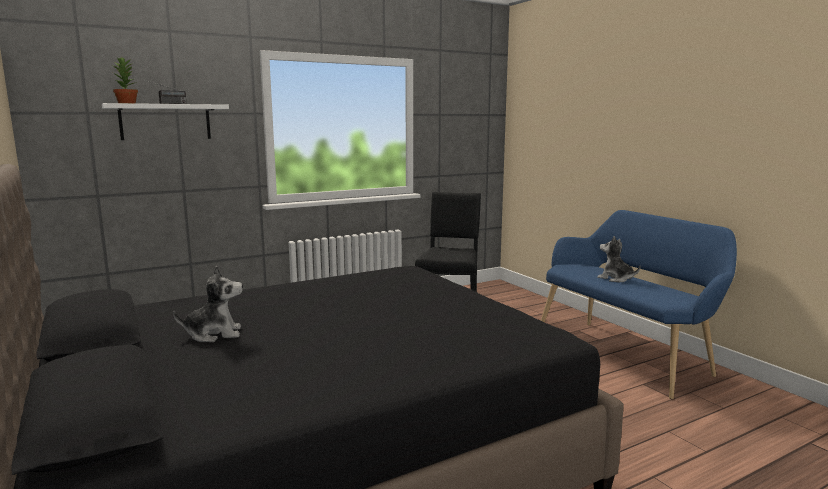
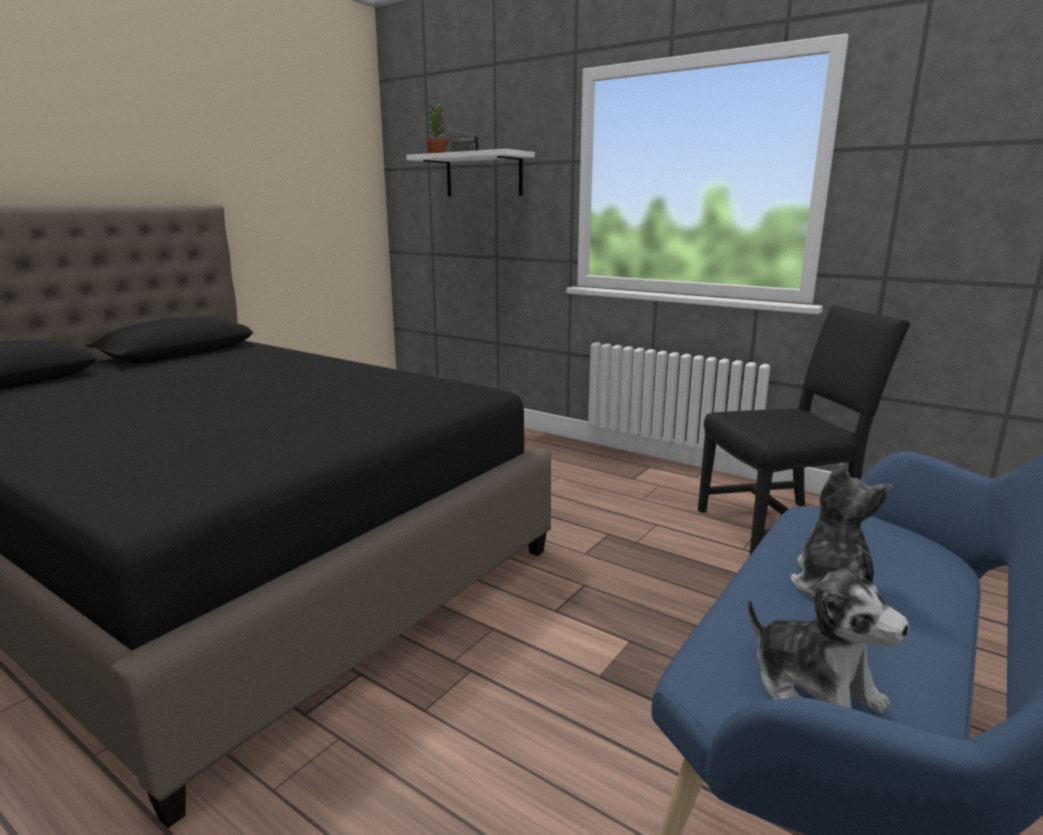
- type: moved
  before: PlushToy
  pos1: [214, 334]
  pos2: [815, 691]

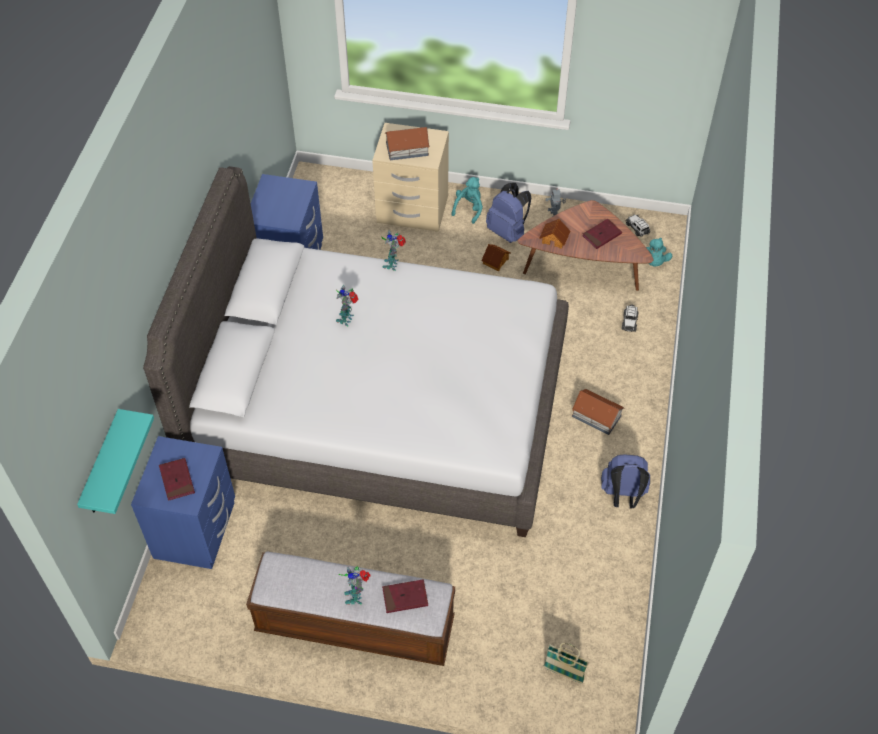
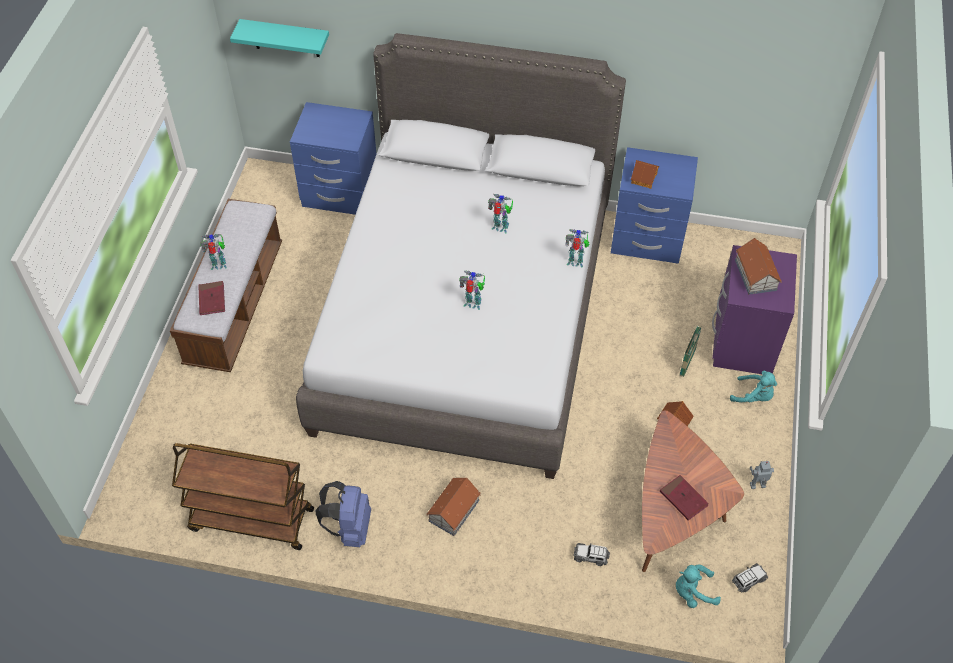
- type: removed
  before: RedBook
  pos1: [177, 480]
- type: recoloured
  before: BeigeNightstand
  after: PurpleNightstand
  pos1: [412, 210]
  pos2: [742, 342]
- type: removed
  before: BlueBackpack
  pos1: [508, 231]
- type: moved
  before: ToyHouse
  pos1: [554, 239]
  pos2: [644, 178]
- type: moved
  before: Basket
  pos1: [563, 673]
  pos2: [687, 363]
- type: added
  after: BrownCart
  pos2: [250, 520]
- type: added
  after: ToyRobot
  pos2: [473, 304]

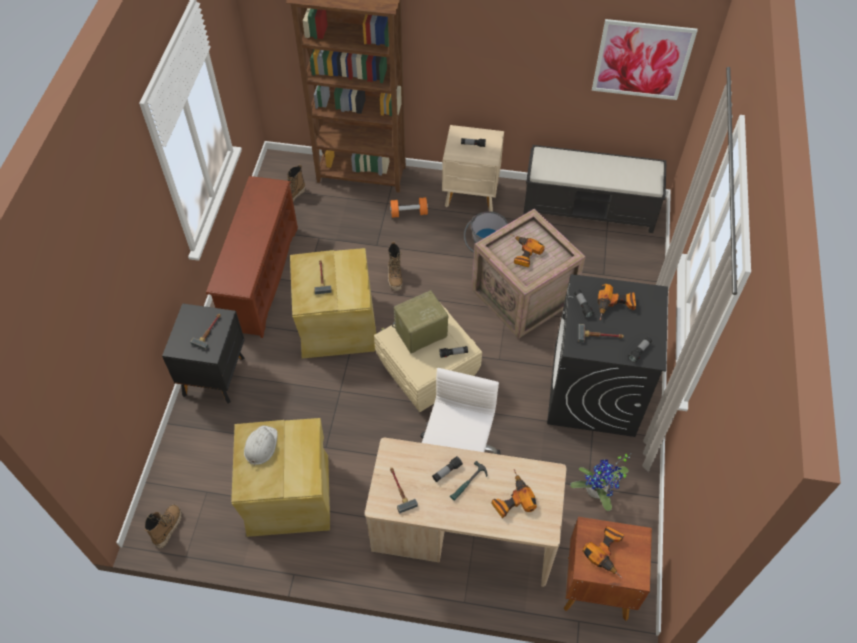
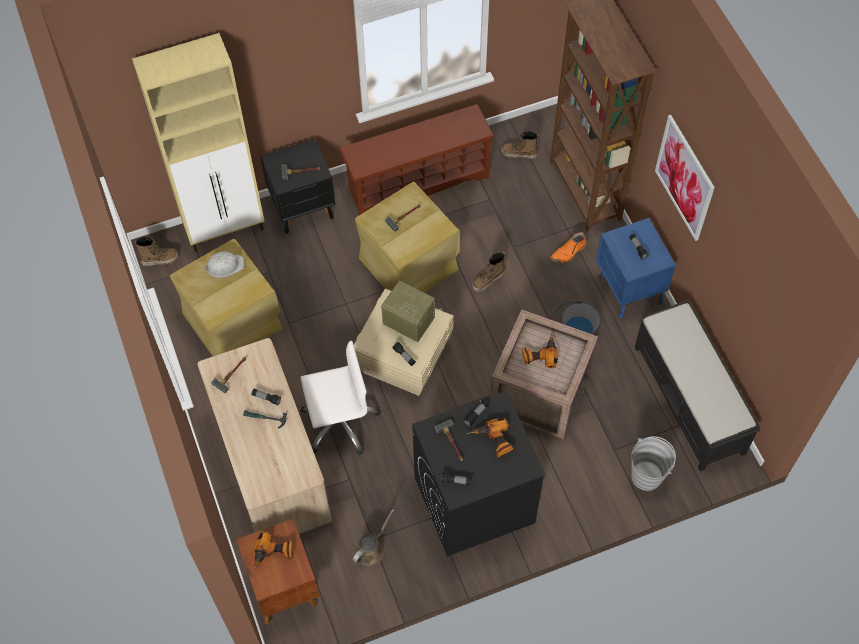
- type: replaced
  before: OrangeDumbbell
  after: OrangeBoot
  pos1: [409, 213]
  pos2: [568, 252]
- type: recoloured
  before: BeigeNightstand
  after: BlueNightstand
  pos1: [472, 194]
  pos2: [629, 291]
- type: removed
  before: PowerDrill
  pos1: [511, 499]
- type: replaced
  before: PottedPlant
  after: BrownWateringCan
  pos1: [597, 493]
  pos2: [371, 549]
- type: moved
  before: Picture
  pos1: [642, 60]
  pos2: [684, 178]
- type: added
  after: BeigeCabinet
  pos2: [226, 229]
- type: added
  after: GreyBucket
  pos2: [647, 476]

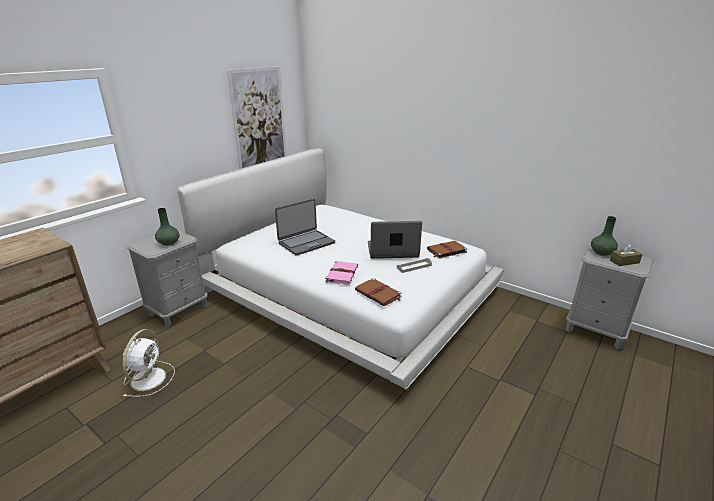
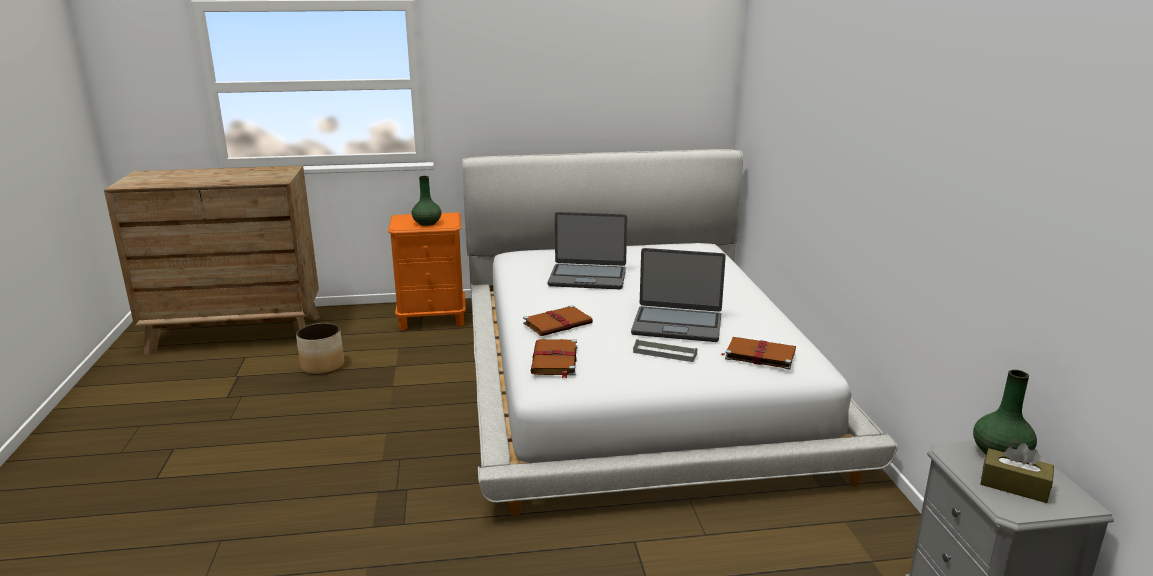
- type: replaced
  before: WhiteFan
  after: Planter
  pos1: [149, 378]
  pos2: [322, 366]
- type: recoloured
  before: GreyNightstand
  after: OrangeNightstand
  pos1: [179, 309]
  pos2: [432, 318]
- type: removed
  before: Picture
  pos1: [259, 118]
- type: recoloured
  before: PinkBook
  after: BrownBook
  pos1: [342, 274]
  pos2: [558, 323]
- type: turned
  before: Laptop
  pos1: [392, 251]
  pos2: [677, 325]
  turn: 150

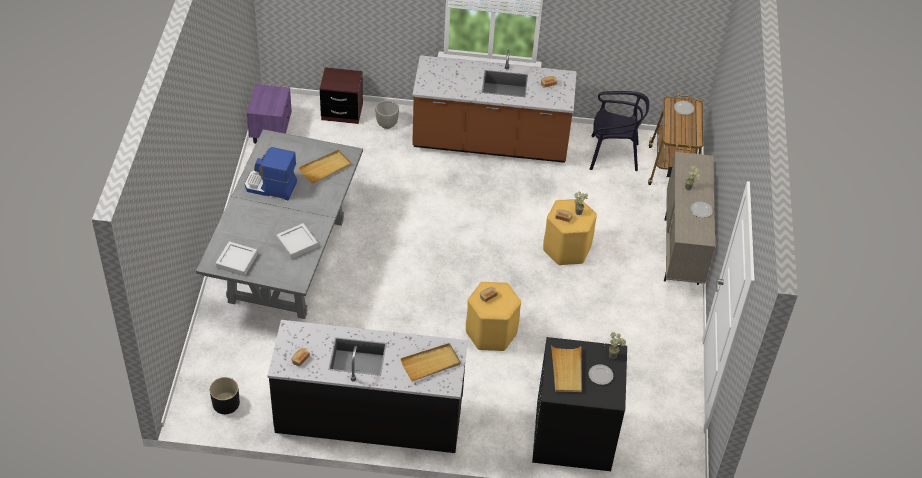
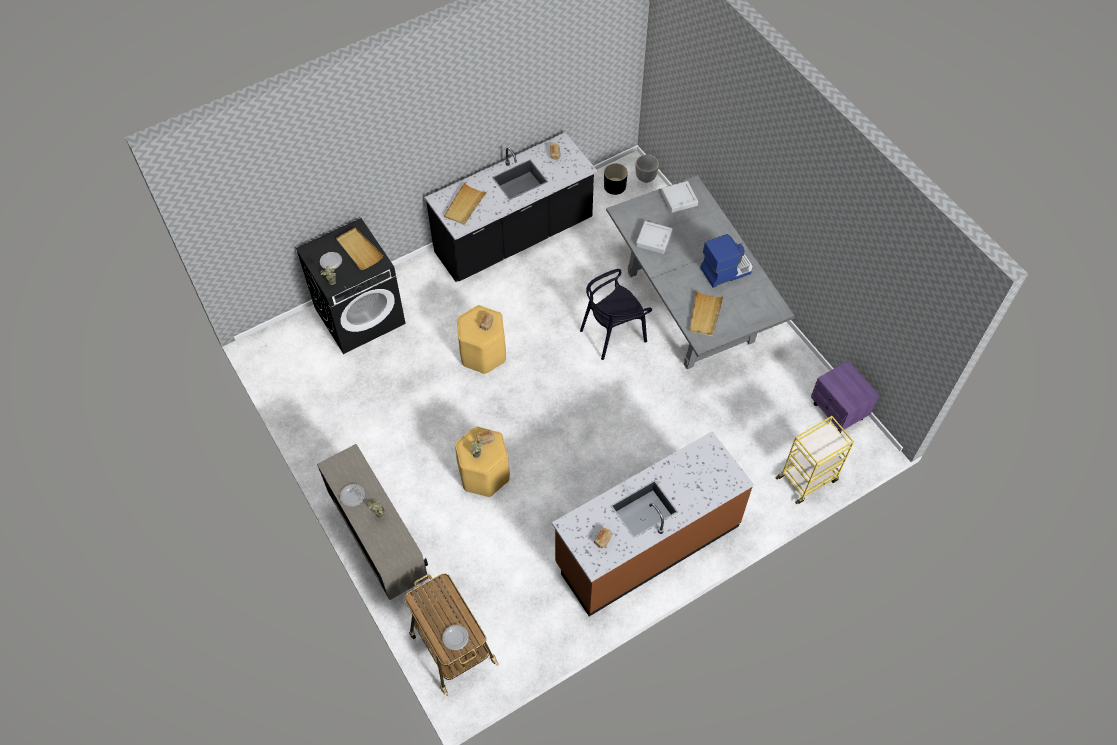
- type: replaced
  before: BrownNightstand
  after: YellowCart
  pos1: [342, 112]
  pos2: [807, 478]
- type: moved
  before: Planter
  pos1: [386, 124]
  pos2: [646, 178]
- type: moved
  before: BlackChair
  pos1: [613, 155]
  pos2: [613, 333]

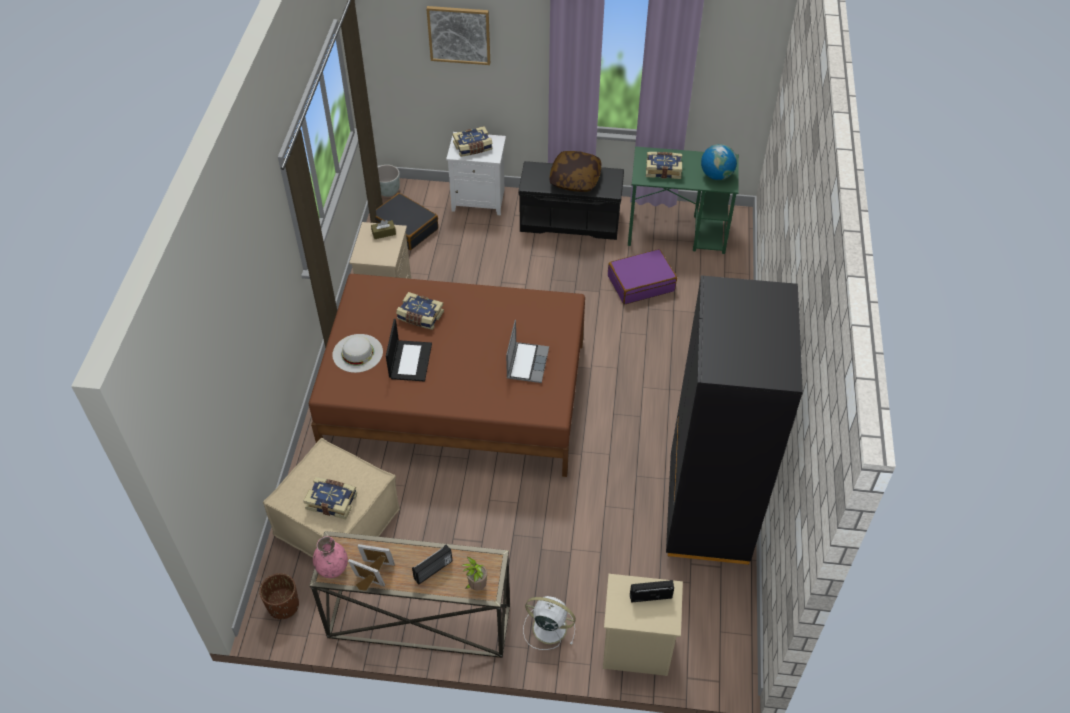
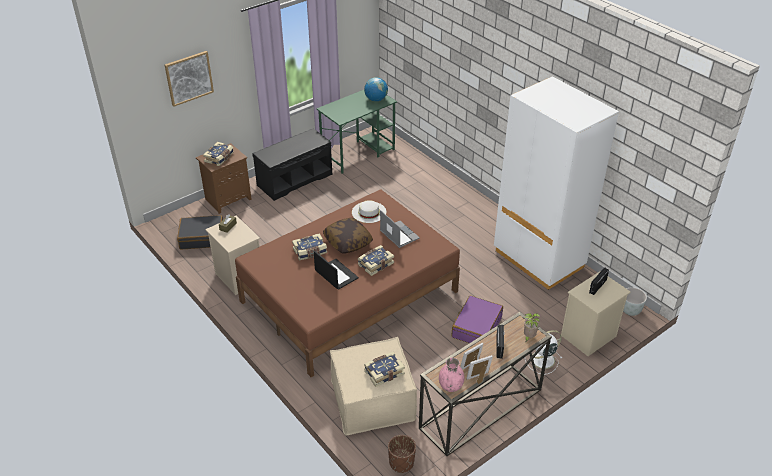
- type: moved
  before: WhiteHat
  pos1: [357, 353]
  pos2: [369, 212]
- type: moved
  before: GreyPlanter
  pos1: [388, 191]
  pos2: [630, 310]
- type: recoloured
  before: WhiteNightstand
  after: BrownNightstand
  pos1: [480, 200]
  pos2: [228, 199]
- type: moved
  before: Pillow
  pos1: [575, 179]
  pos2: [347, 242]
- type: moved
  before: PurpleSuitcase
  pos1: [641, 283]
  pos2: [476, 327]
- type: moved
  before: Book
  pos1: [663, 169]
  pos2: [375, 264]
- type: recoloured
  before: BlackWardrobe
  after: WhiteWardrobe
  pos1: [707, 511]
  pos2: [538, 259]

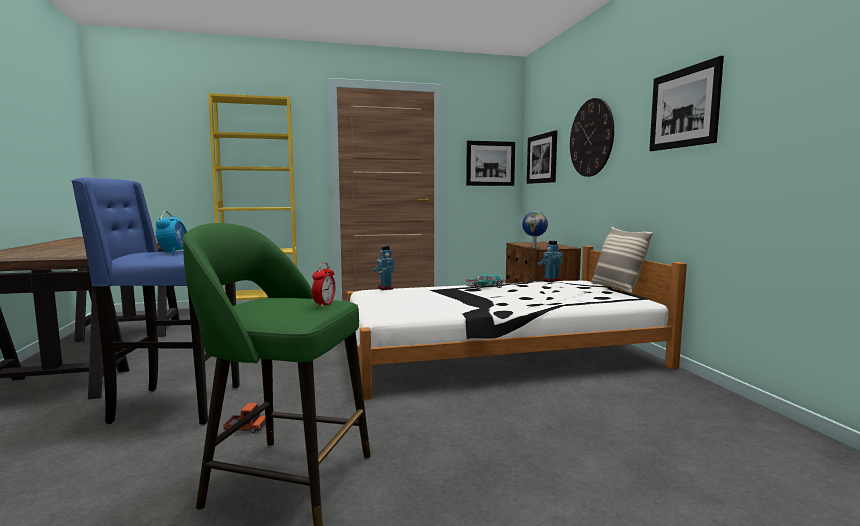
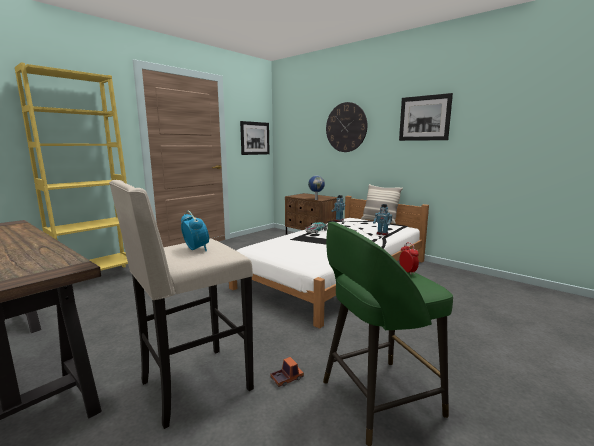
- type: recoloured
  before: BlueStool
  after: BeigeStool
  pos1: [174, 405]
  pos2: [193, 386]
- type: moved
  before: ToyRobot
  pos1: [385, 288]
  pos2: [382, 234]
- type: removed
  before: Picture
  pos1: [542, 158]

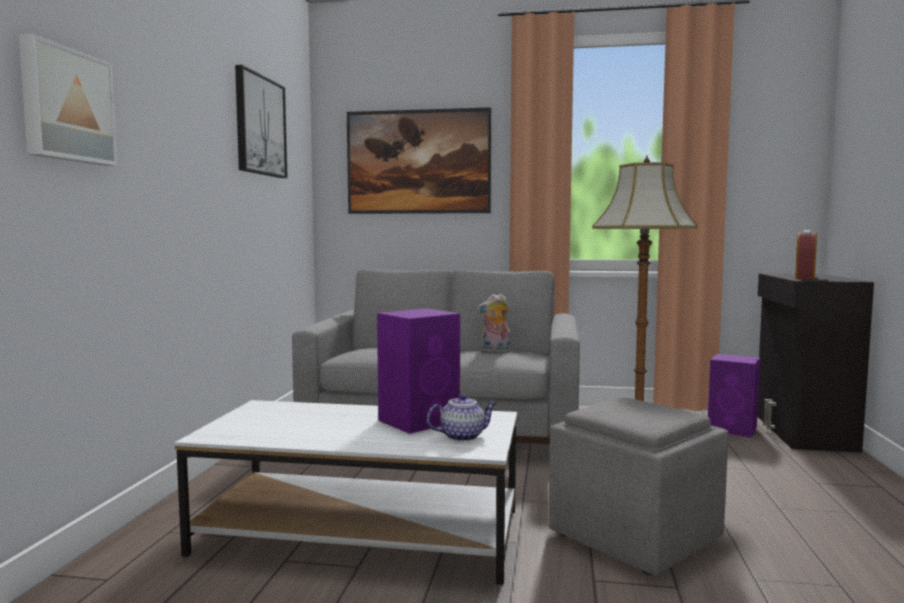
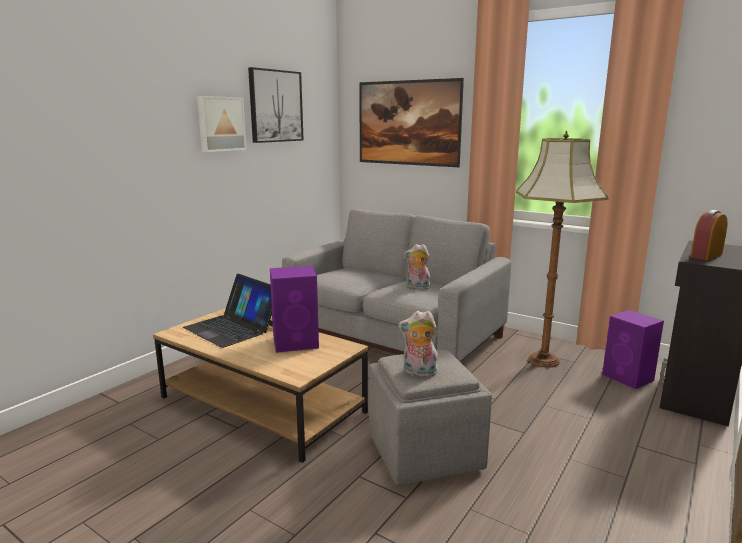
- type: moved
  before: Picture
  pos1: [66, 106]
  pos2: [220, 124]
- type: recoloured
  before: WhiteCoffeeTable
  after: BrownCoffeeTable
  pos1: [361, 531]
  pos2: [262, 404]
- type: removed
  before: Teapot
  pos1: [463, 436]
- type: added
  after: Laptop
  pos2: [232, 327]
- type: added
  after: PlushToy
  pos2: [419, 373]

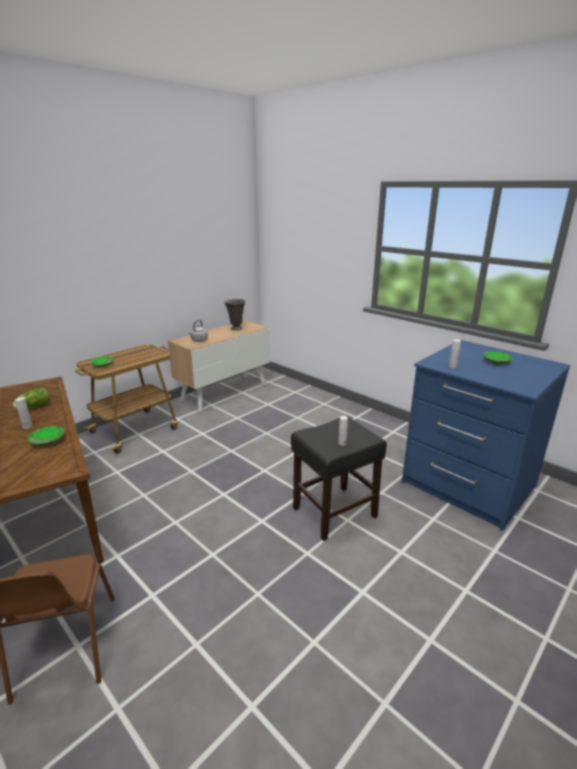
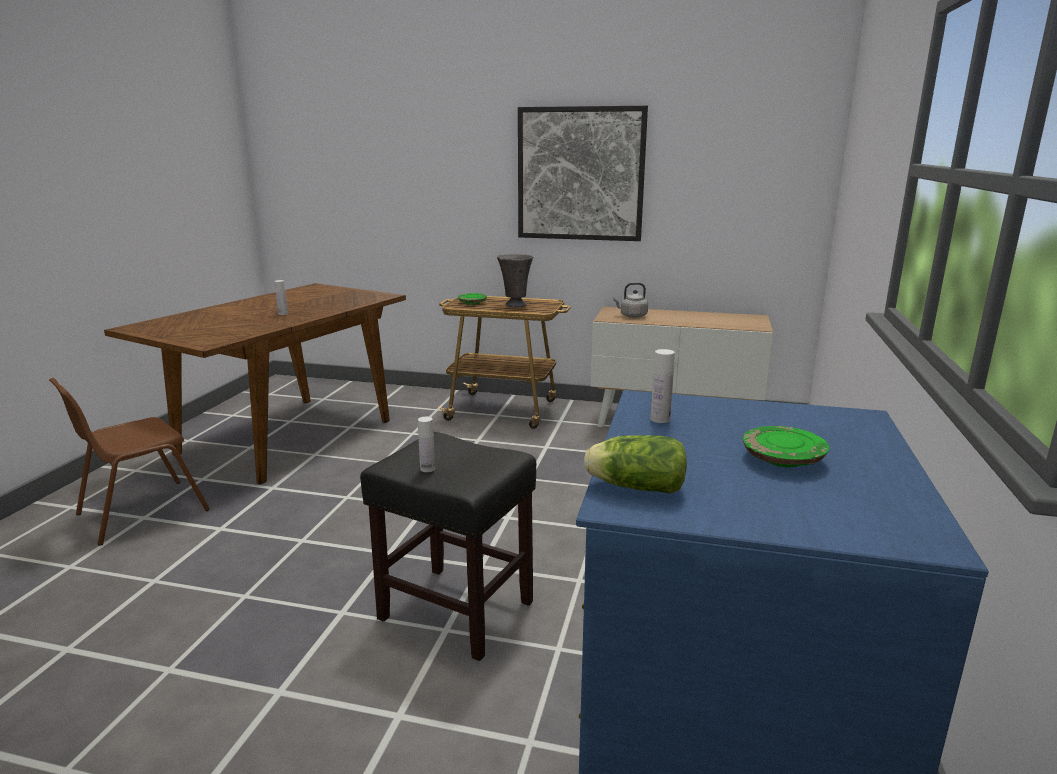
- type: moved
  before: Lettuce
  pos1: [33, 407]
  pos2: [633, 487]
- type: removed
  before: GreenPlate
  pos1: [48, 441]
- type: moved
  before: GreyVase
  pos1: [236, 329]
  pos2: [515, 305]
- type: added
  after: Picture
  pos2: [580, 174]

